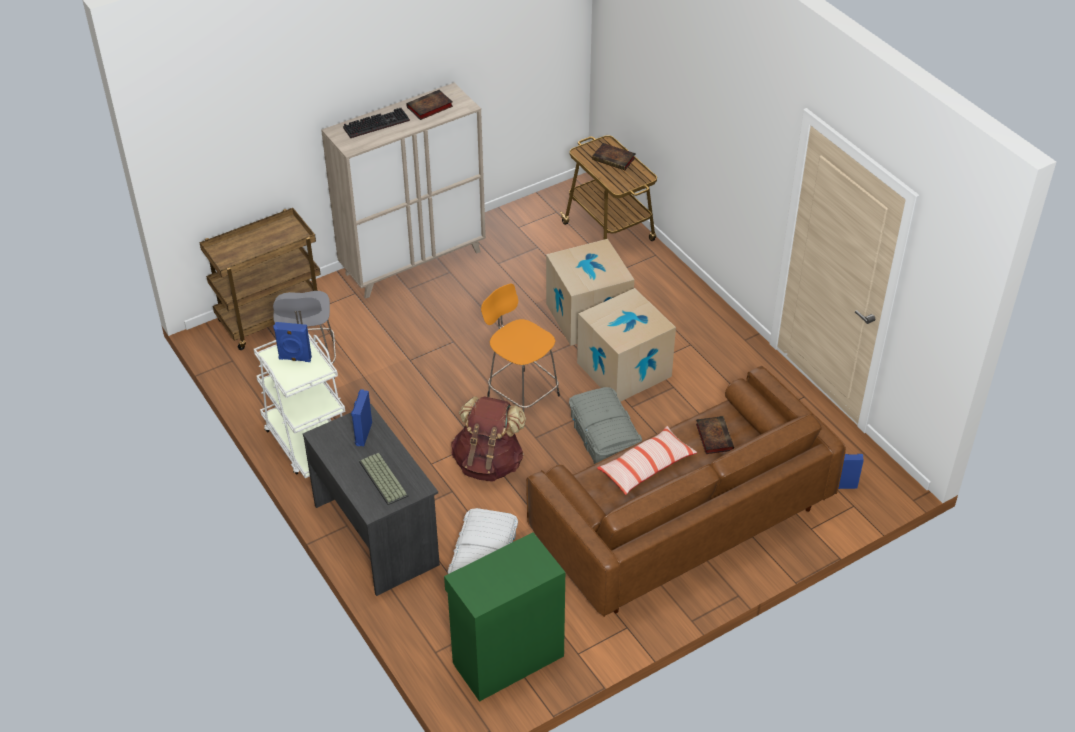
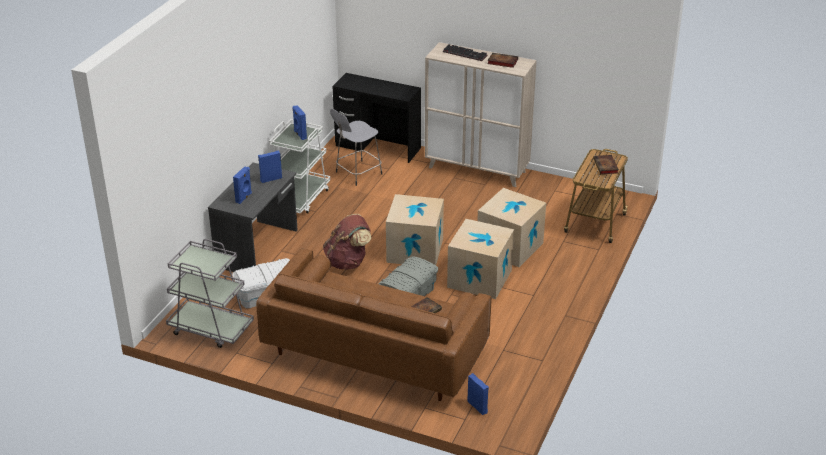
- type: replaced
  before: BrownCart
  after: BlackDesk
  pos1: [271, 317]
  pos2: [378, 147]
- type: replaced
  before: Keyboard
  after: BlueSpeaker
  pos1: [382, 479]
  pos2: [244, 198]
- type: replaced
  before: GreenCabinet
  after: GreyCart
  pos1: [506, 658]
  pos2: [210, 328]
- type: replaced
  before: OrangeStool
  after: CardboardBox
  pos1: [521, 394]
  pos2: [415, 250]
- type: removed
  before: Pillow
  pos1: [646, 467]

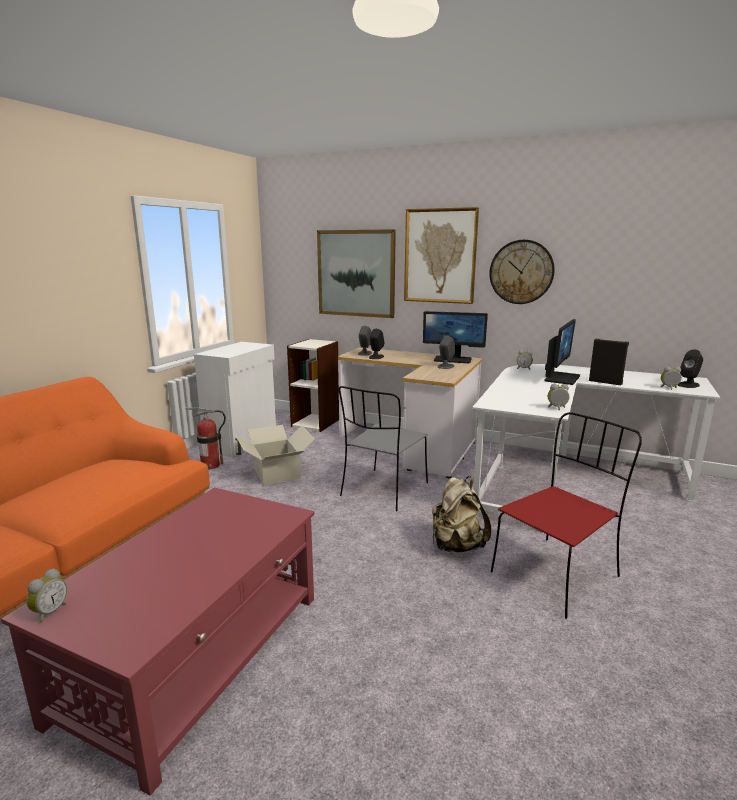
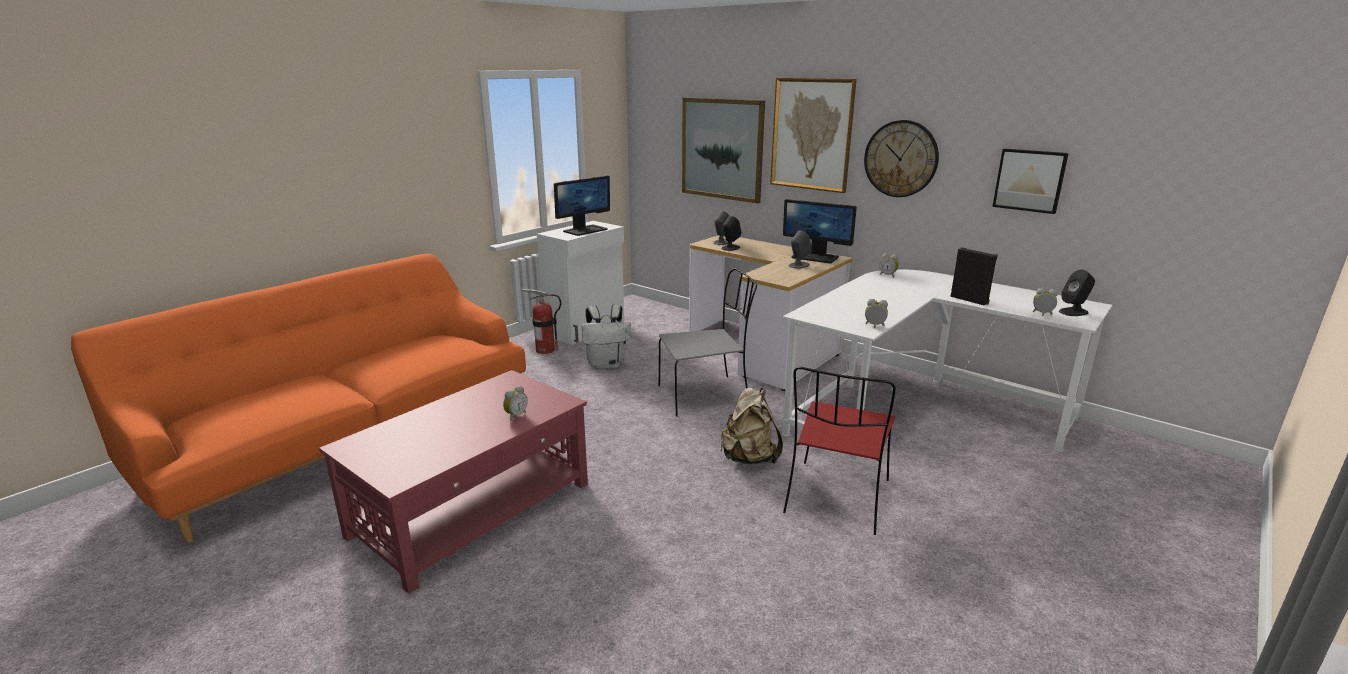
- type: moved
  before: AlarmClock
  pos1: [49, 612]
  pos2: [515, 415]
- type: replaced
  before: CardboardBox
  after: WhiteBackpack
  pos1: [277, 472]
  pos2: [607, 364]
- type: removed
  before: Bookcase
  pos1: [316, 423]
- type: turned
  before: GreyChair
  pos1: [383, 490]
  pos2: [705, 395]
  turn: -150
- type: turned
  before: RedChair
  pos1: [556, 573]
  pos2: [836, 498]
  turn: 135
- type: moved
  before: Monitor
  pos1: [561, 378]
  pos2: [585, 230]
- type: added
  after: Picture
  pos2: [1030, 180]

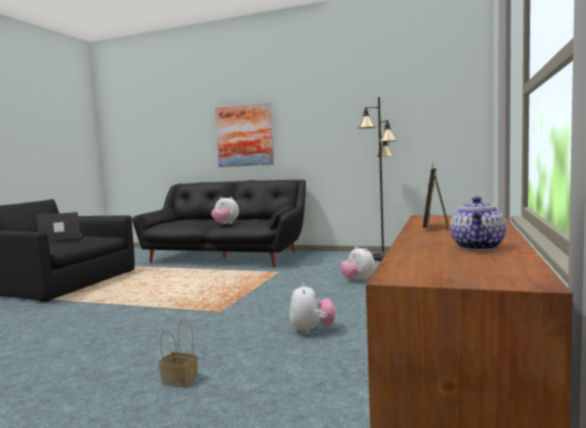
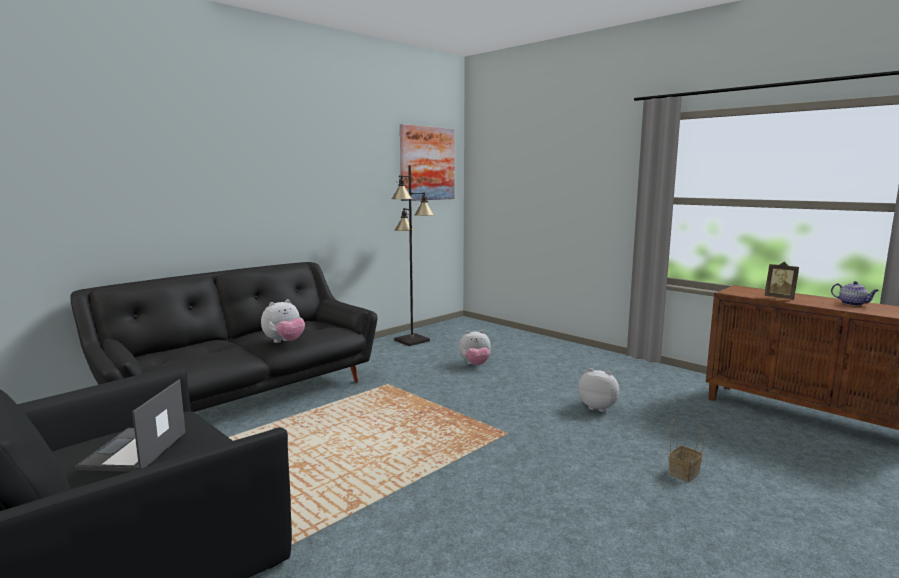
- type: moved
  before: Picture
  pos1: [244, 135]
  pos2: [427, 163]

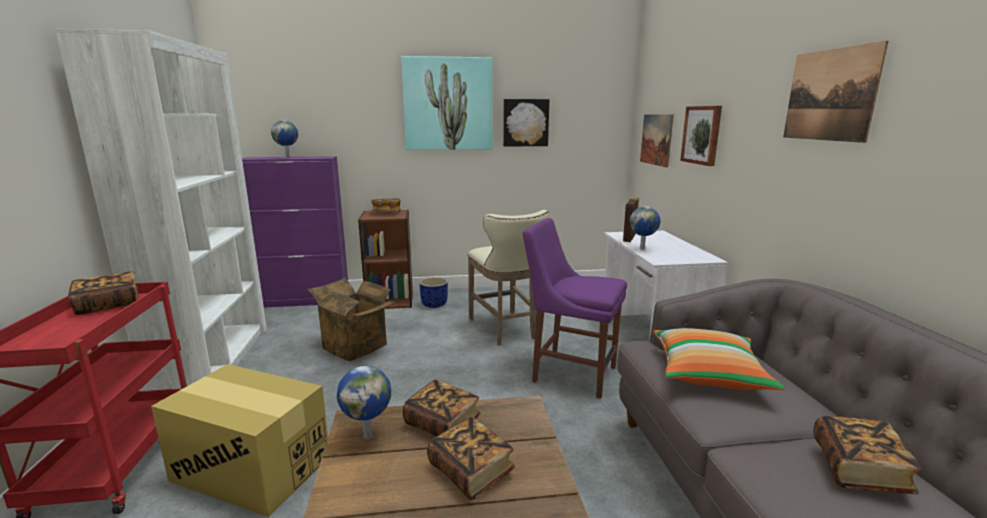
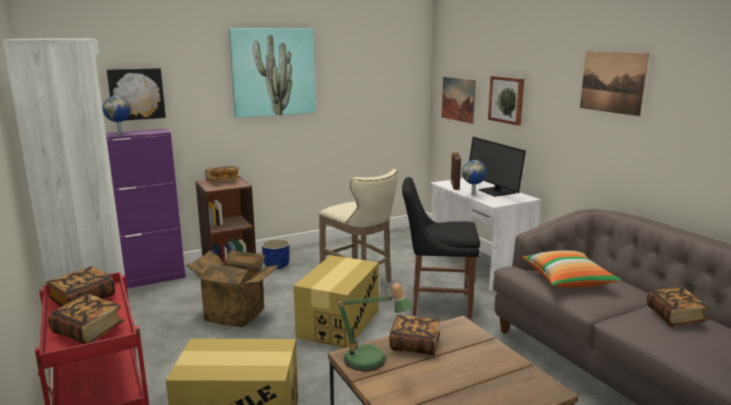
- type: replaced
  before: Globe
  after: TableLamp
  pos1: [368, 435]
  pos2: [371, 362]
- type: moved
  before: Book
  pos1: [471, 471]
  pos2: [89, 332]
- type: moved
  before: Picture
  pos1: [525, 122]
  pos2: [136, 94]
- type: recoloured
  before: PurpleChair
  after: BlackChair
  pos1: [570, 373]
  pos2: [437, 304]
- type: added
  after: CardboardBox
  pos2: [339, 323]
- type: added
  after: Monitor
  pos2: [496, 191]

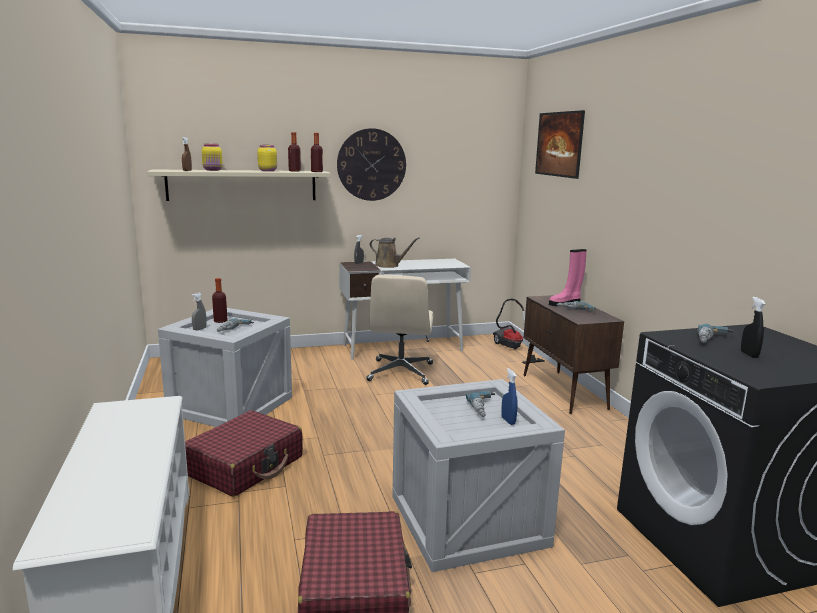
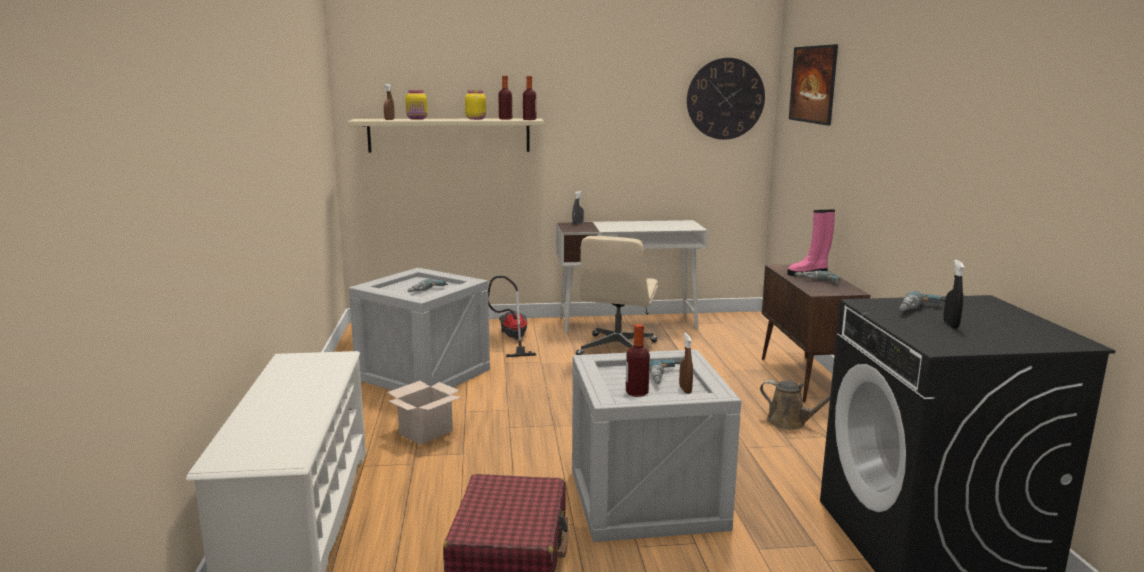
- type: replaced
  before: RedSuitcase
  after: CardboardBox
  pos1: [245, 465]
  pos2: [426, 432]
- type: removed
  before: GreySprayBottle
  pos1: [199, 329]
- type: moved
  before: Bottle
  pos1: [220, 321]
  pos2: [636, 393]
- type: moved
  before: WallClock
  pos1: [371, 165]
  pos2: [725, 99]
- type: moved
  before: BrownWateringCan
  pos1: [389, 265]
  pos2: [790, 422]
- type: moved
  before: VacuumCleaner
  pos1: [511, 349]
  pos2: [512, 339]
- type: recoloured
  before: BlueSprayBottle
  after: BrownSprayBottle
  pos1: [508, 421]
  pos2: [685, 390]

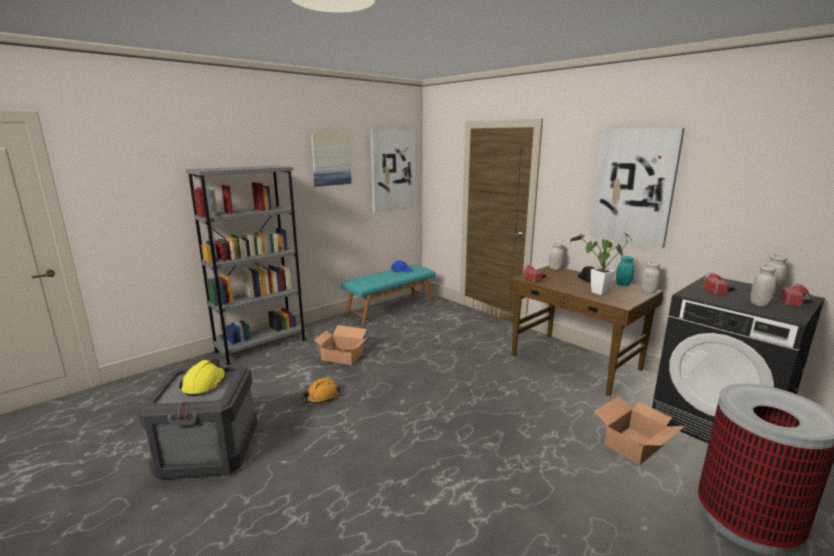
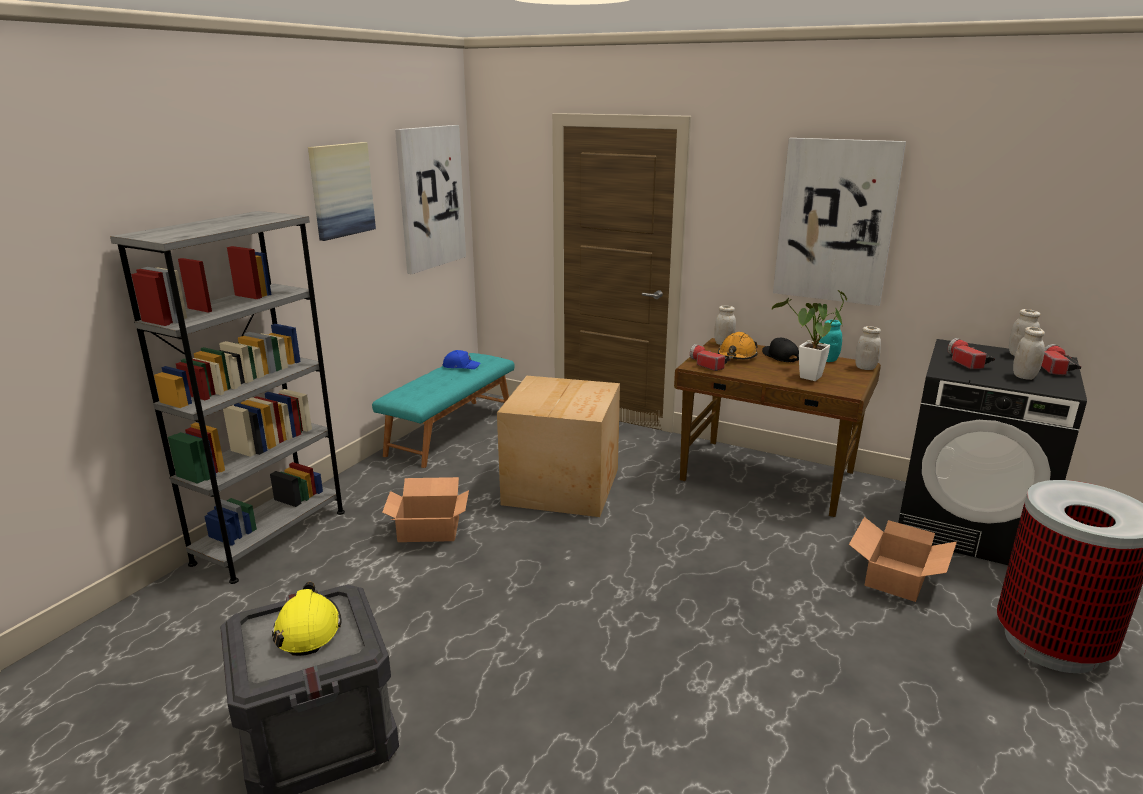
- type: moved
  before: OrangeHardHat
  pos1: [321, 396]
  pos2: [737, 356]
- type: added
  after: CardboardBox
  pos2: [563, 486]

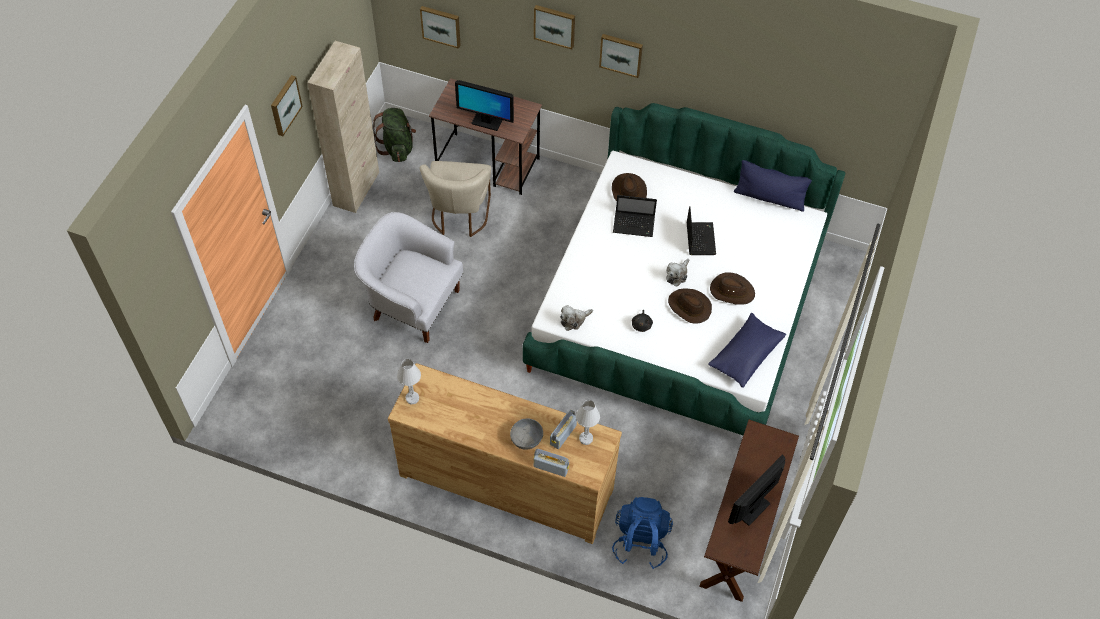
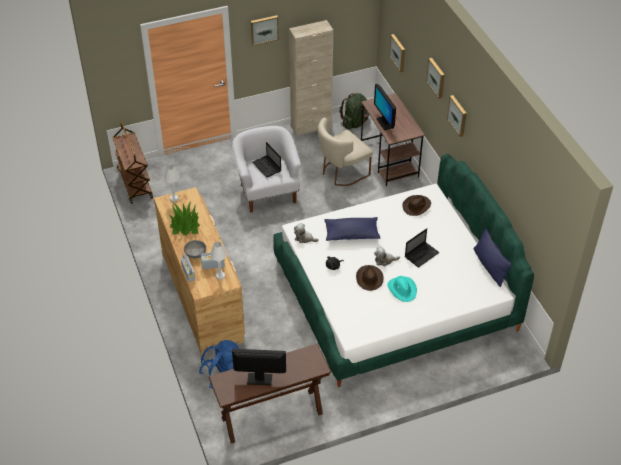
- type: moved
  before: Laptop
  pos1: [634, 225]
  pos2: [267, 167]
- type: moved
  before: BluePillow
  pos1: [745, 355]
  pos2: [351, 234]
- type: recoloured
  before: BrownHat
  after: TurquoiseHat
  pos1: [731, 291]
  pos2: [402, 289]
- type: added
  after: BrownCart
  pos2: [134, 183]
- type: added
  after: PottedPlant
  pos2: [185, 225]

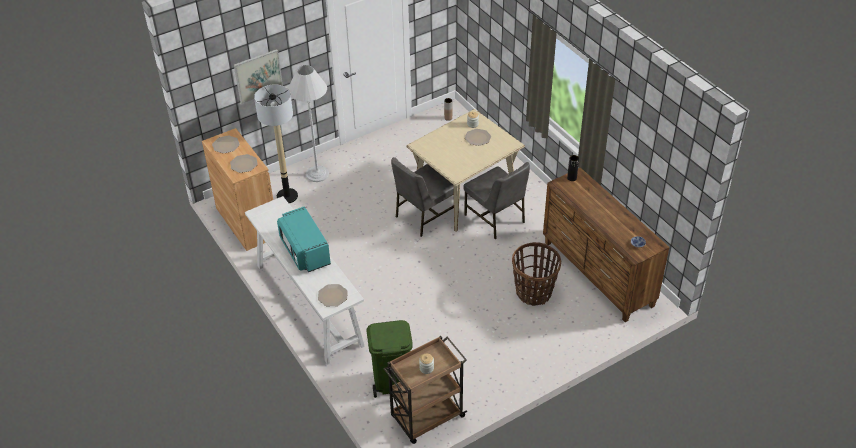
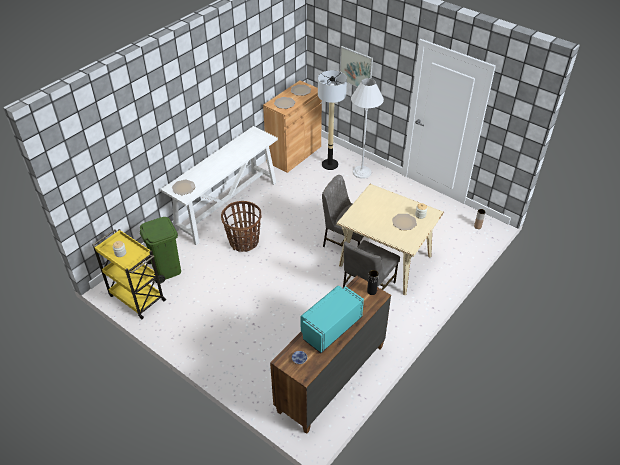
- type: moved
  before: TurquoiseMicrowave
  pos1: [304, 251]
  pos2: [330, 327]
- type: recoloured
  before: BrownCart
  after: YellowCart
  pos1: [426, 417]
  pos2: [136, 297]
- type: moved
  before: Basket
  pos1: [534, 292]
  pos2: [244, 242]

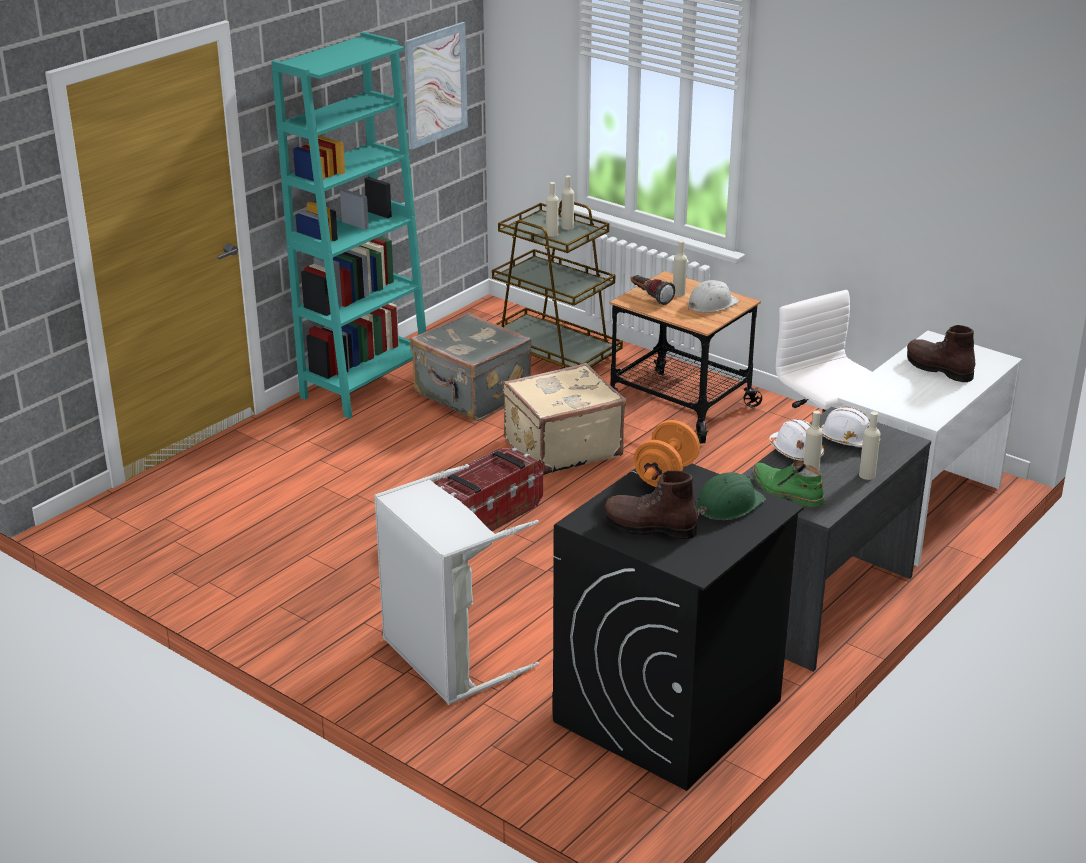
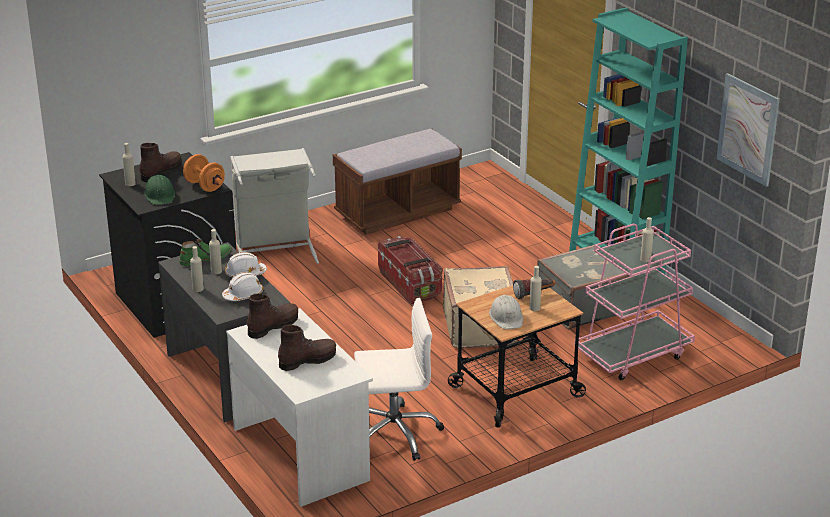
- type: recoloured
  before: BrownCart
  after: PinkCart
  pos1: [553, 355]
  pos2: [633, 354]
- type: moved
  before: BeigeBottle
  pos1: [552, 234]
  pos2: [130, 184]
- type: added
  after: BrownBoot
  pos2: [273, 326]
- type: added
  after: BrownBench
  pos2: [397, 212]

